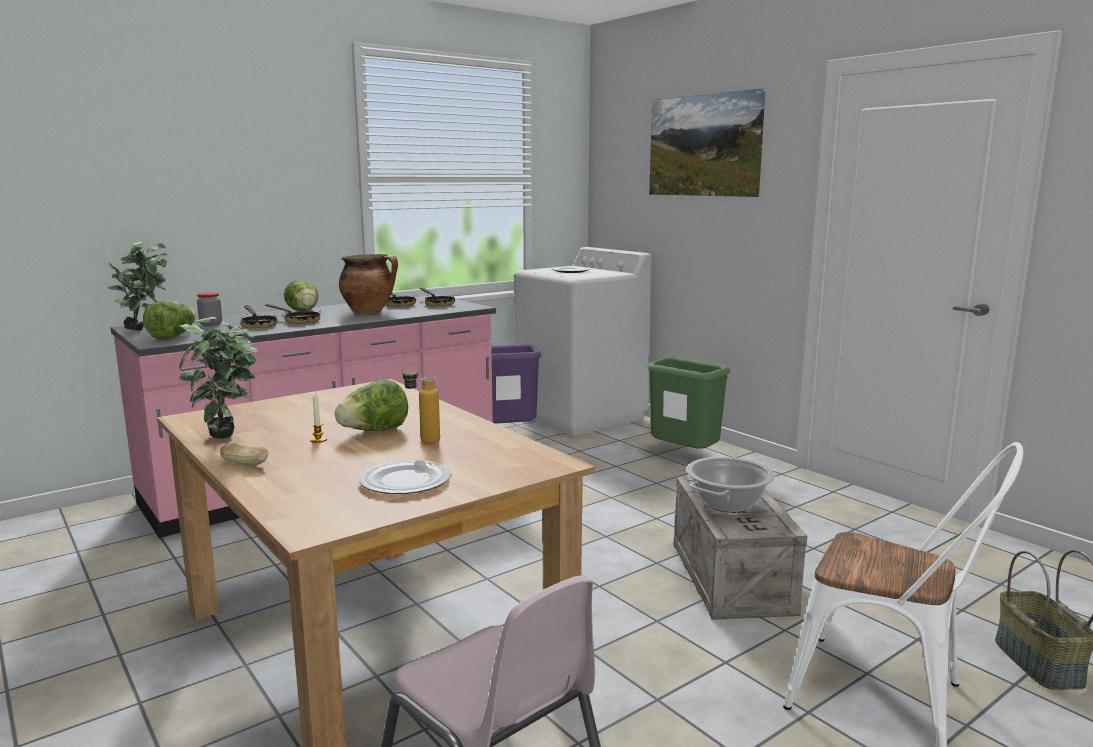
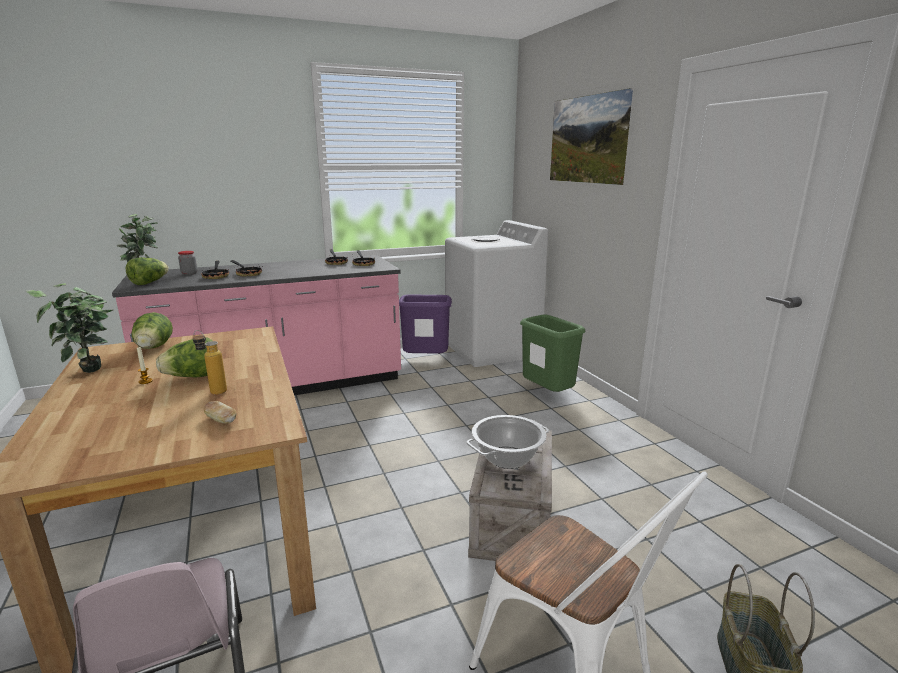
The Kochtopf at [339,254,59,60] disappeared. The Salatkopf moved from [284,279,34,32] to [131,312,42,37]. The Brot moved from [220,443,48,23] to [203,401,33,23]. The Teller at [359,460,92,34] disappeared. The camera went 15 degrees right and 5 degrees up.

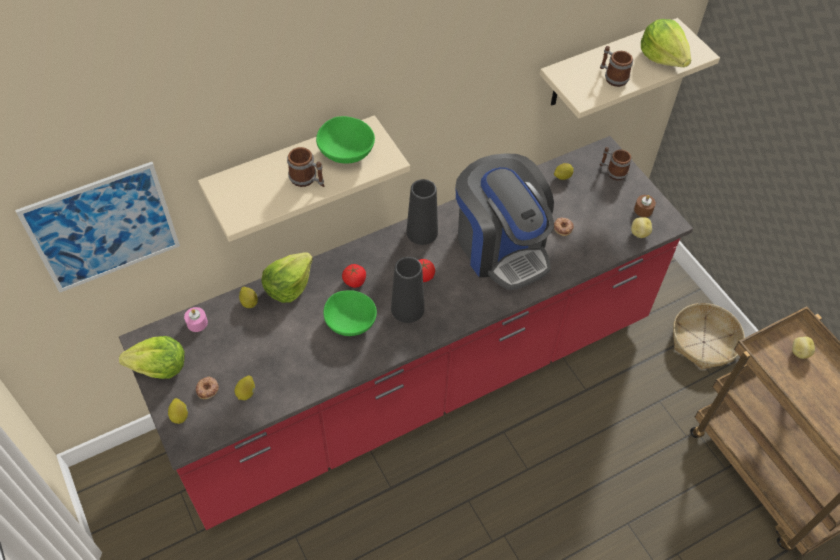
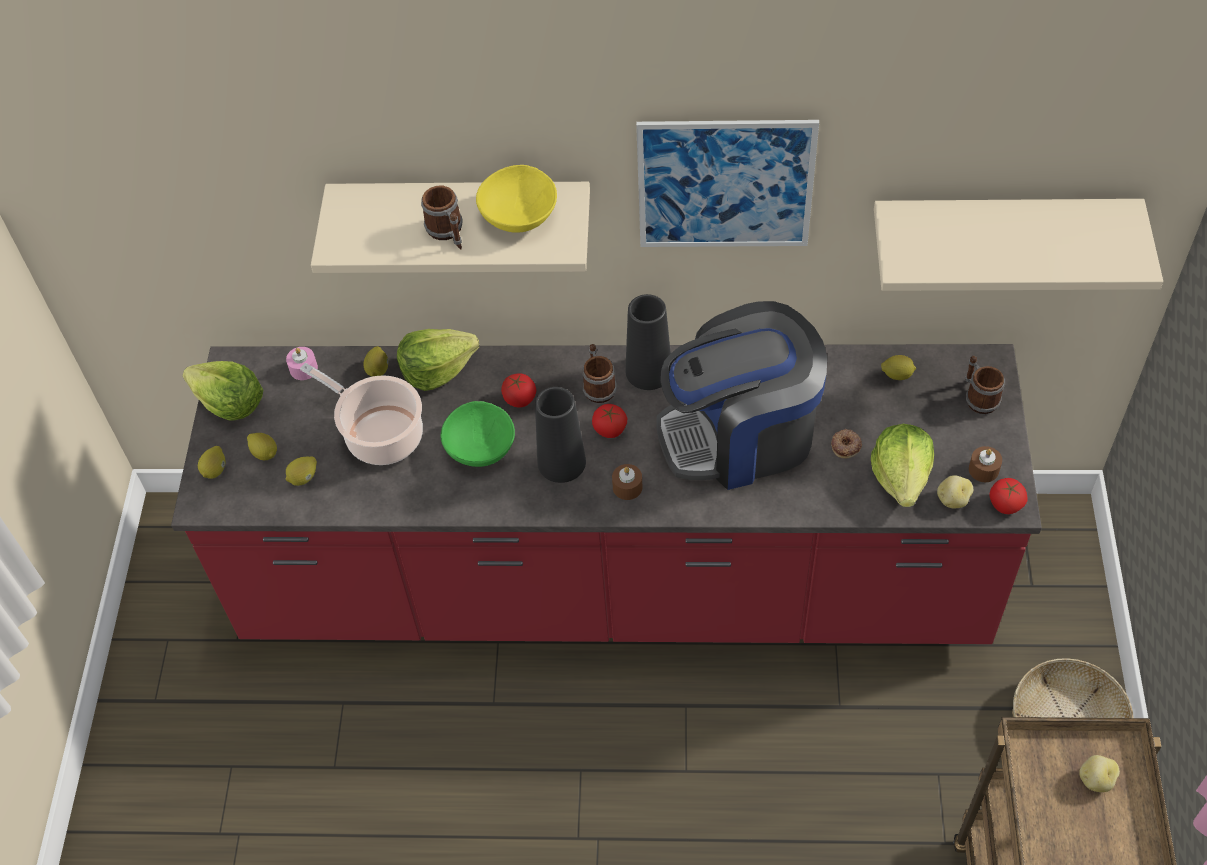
The Salatkopf moved from [641,19,50,48] to [871,424,63,83]. The Henkelbecher moved from [600,46,33,41] to [582,344,35,59]. The Schüssel/grün at [316,116,59,48] became the Schüssel/gelb at [476,165,81,68]. The Kaffeemaschine at [455,153,99,137] turned 75 degrees clockwise. The Bild moved from [15,162,165,131] to [636,120,183,127]. The Donut at [196,376,23,23] was replaced by the Zitrone at [247,433,30,27]. The Kochtopf at [300,363,123,102] appeared. The Kerze/braun at [612,464,31,36] appeared. The Tomate at [990,478,38,36] appeared. The camera went 35 degrees right and 0 degrees up.

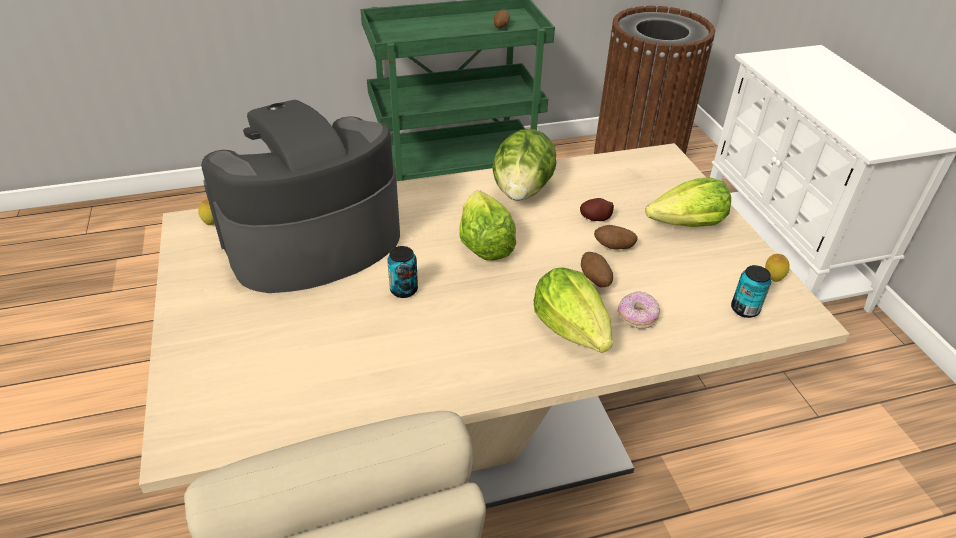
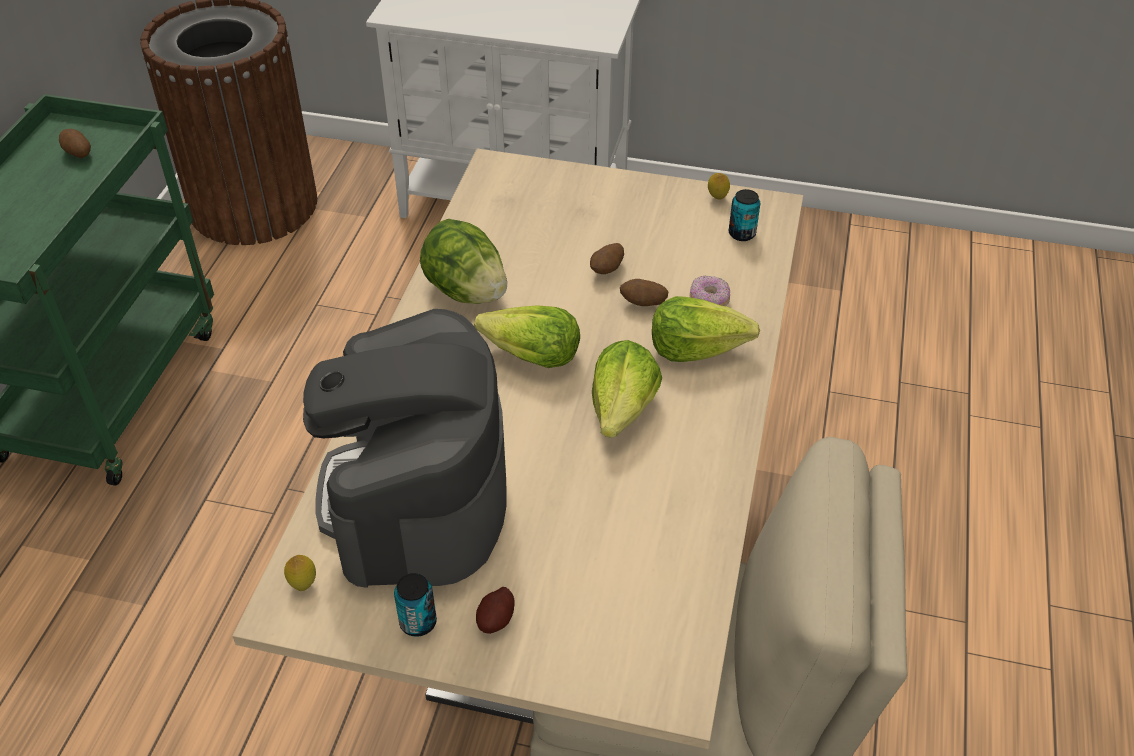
The Salatkopf moved from [645,177,86,50] to [592,340,70,98]. The Kartoffel moved from [580,198,34,23] to [476,587,39,47]. The Dose moved from [387,246,31,52] to [394,573,43,64]. The camera went 60 degrees left and 5 degrees up.

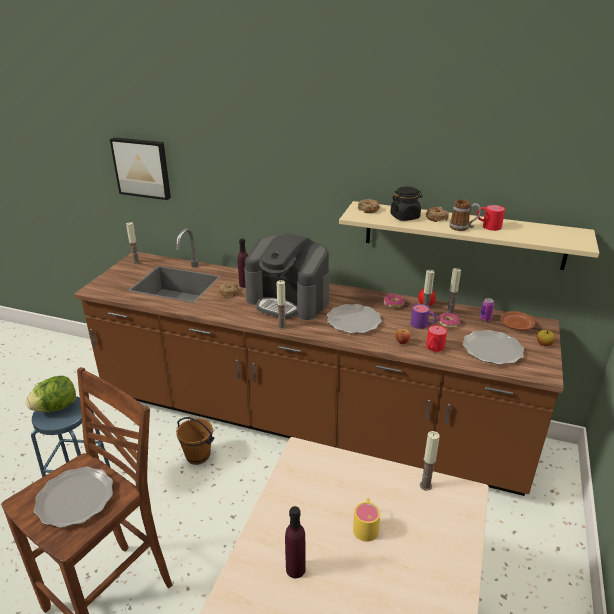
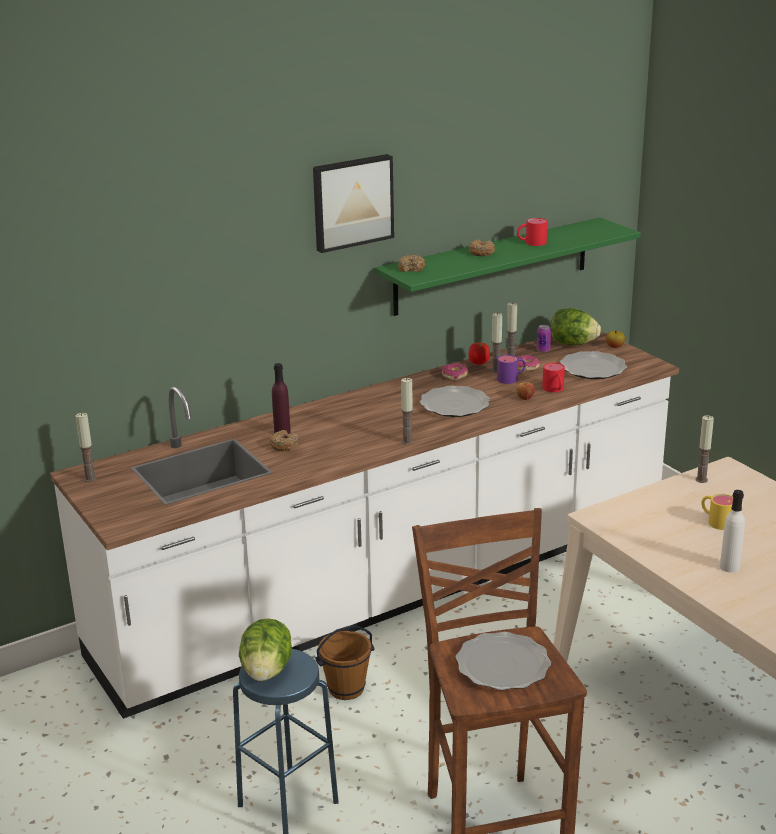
The Bild moved from [110,137,61,63] to [313,154,81,99]. The Vorratsglas/schwarz at [390,187,32,34] disappeared. The Henkelbecher at [450,199,31,32] disappeared. The Wandregal/beige at [339,201,260,69] became the Wandregal/grün at [375,218,266,98]. The Küchenzeile/braun at [74,228,490,268] became the Küchenzeile/weiß at [50,331,629,388]. The Kaffeemaschine at [244,234,86,86] disappeared. The Teller/braun at [501,311,34,19] was replaced by the Salatkopf at [551,308,50,37]. The Flasche/lila at [285,506,21,72] became the Flasche/weiß at [720,490,25,83]. The camera went 50 degrees left and 5 degrees down.

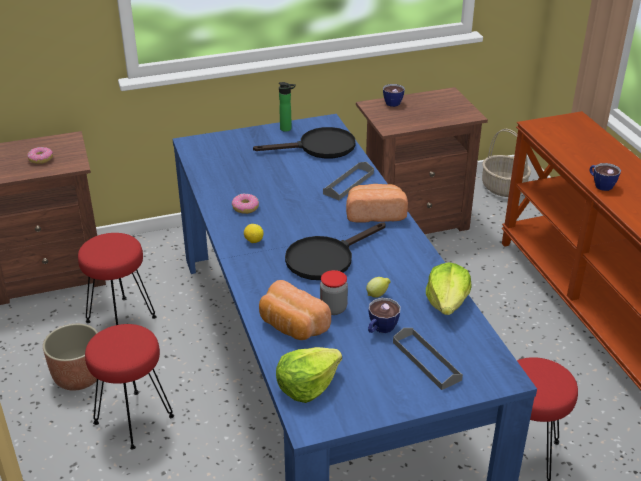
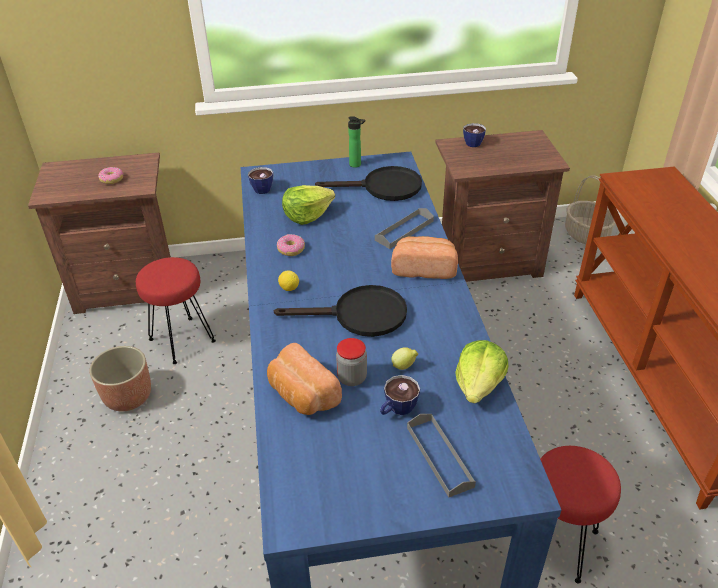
The Tasse moved from [590,163,31,28] to [248,167,25,27]. The Pfanne/schwarz at [285,222,100,58] turned 150 degrees counterclockwise. The Hocker/rot at [85,324,89,125] disappeared. The Salatkopf moved from [276,347,66,56] to [282,185,53,40]. The camera went 10 degrees right and 5 degrees up.

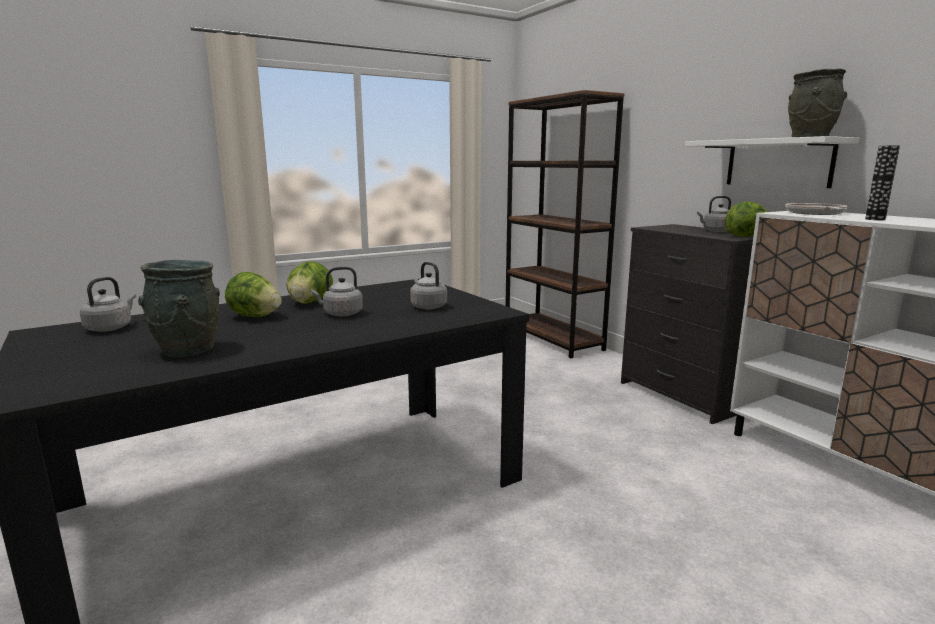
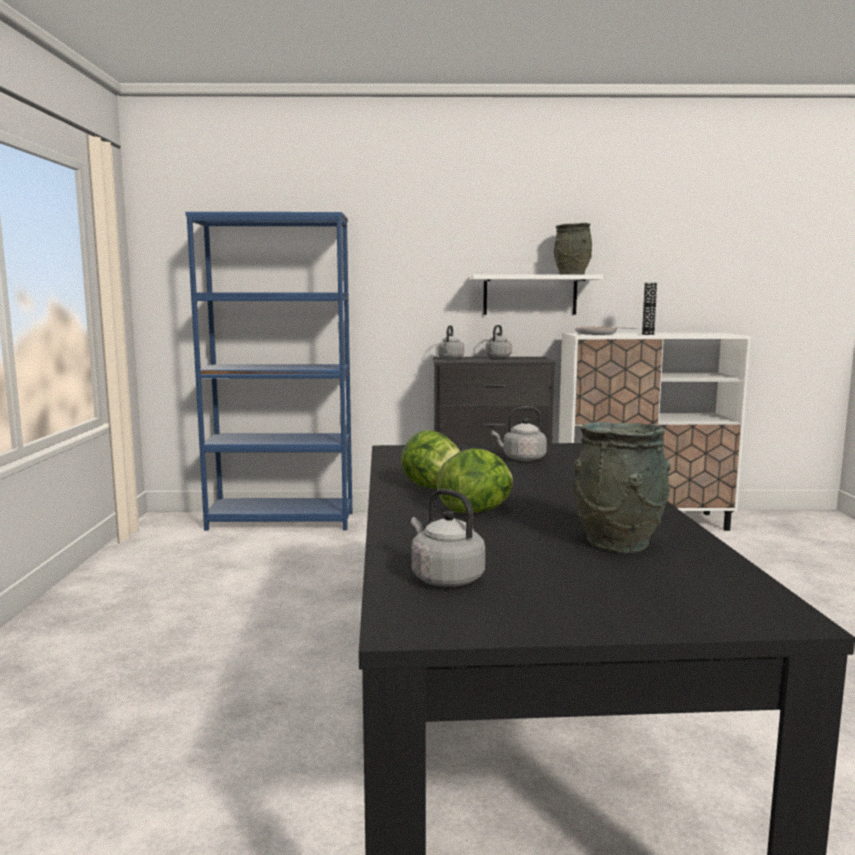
The Bücherregal/braun at [505,90,120,269] became the Bücherregal/blau at [186,212,166,318]. The Salatkopf at [725,201,43,36] disappeared. The Wasserkessel/grau moved from [311,267,52,49] to [438,325,26,34]. The camera went 60 degrees left and 5 degrees down.

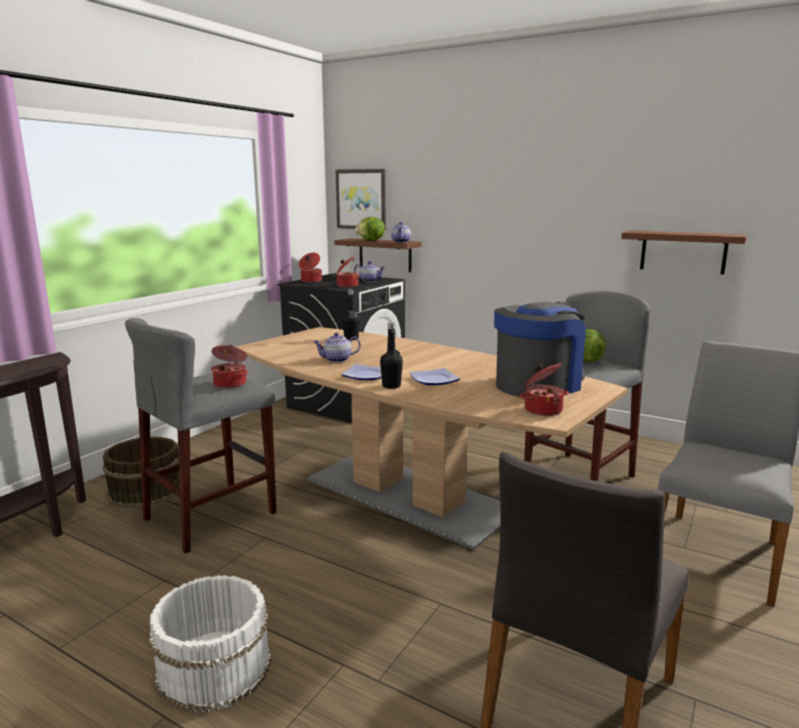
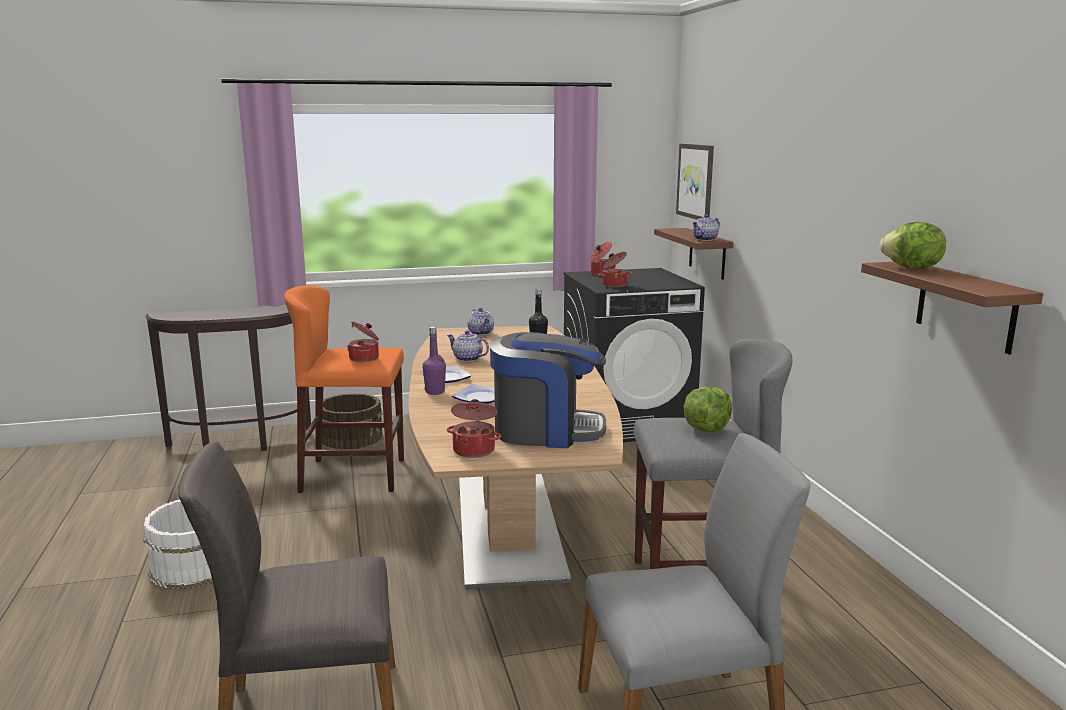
The Salatkopf moved from [355,217,30,24] to [879,222,67,47]. The Teekanne moved from [354,261,31,21] to [467,308,27,28]. The Hocker/grau at [125,318,151,236] became the Hocker/orange at [284,285,120,208]. The Flasche/schwarz at [380,322,23,67] became the Flasche/lila at [422,326,24,69]. The camera went 45 degrees right and 0 degrees up.

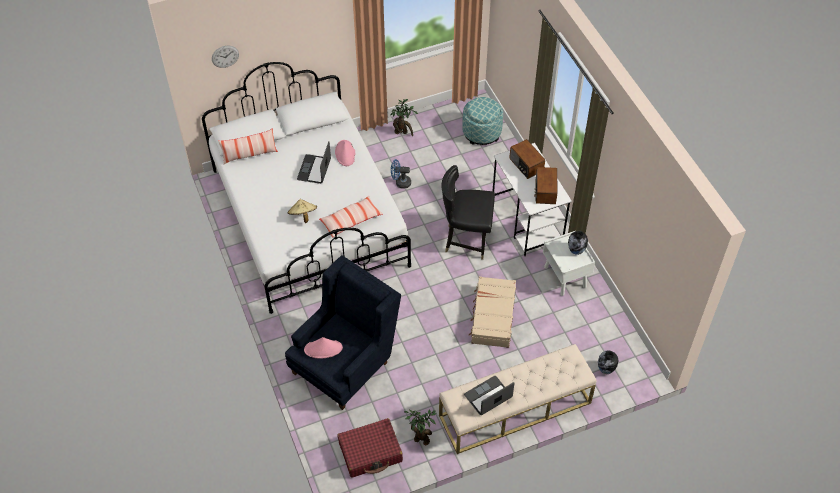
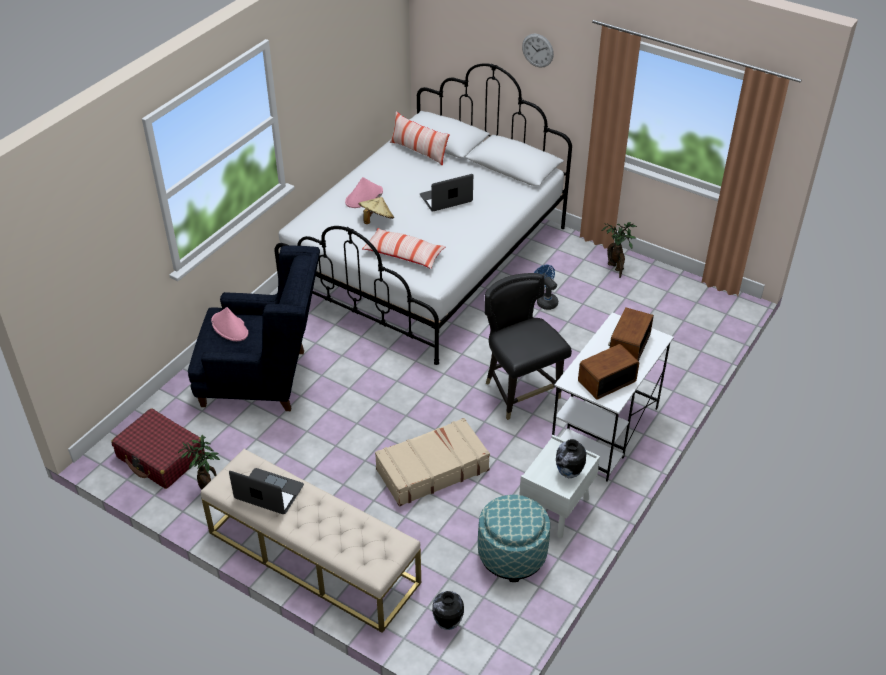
The Wanduhr moved from [212,46,27,22] to [522,34,32,34]. The Polsterhocker moved from [462,97,41,48] to [478,495,72,87]. The Hut/rosa moved from [335,140,21,26] to [345,177,38,31]. The camera went 55 degrees right and 10 degrees down.

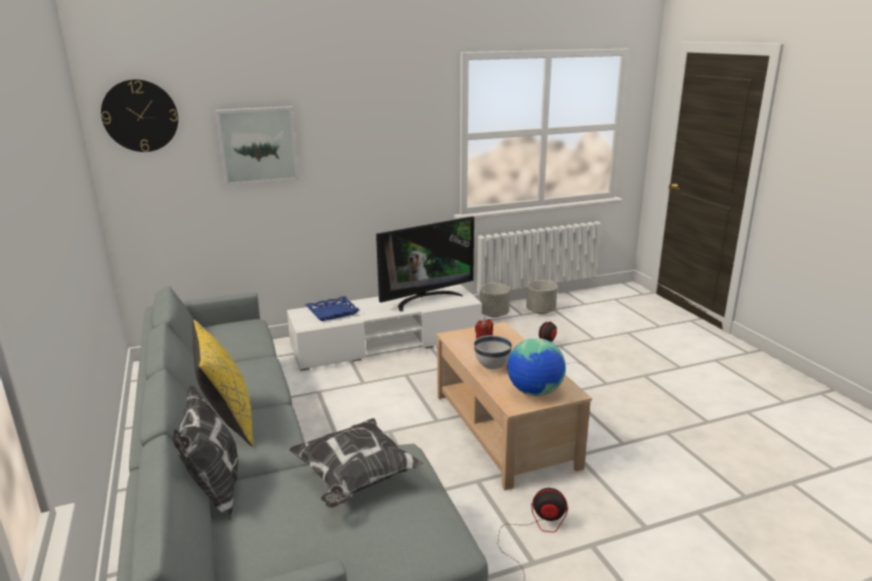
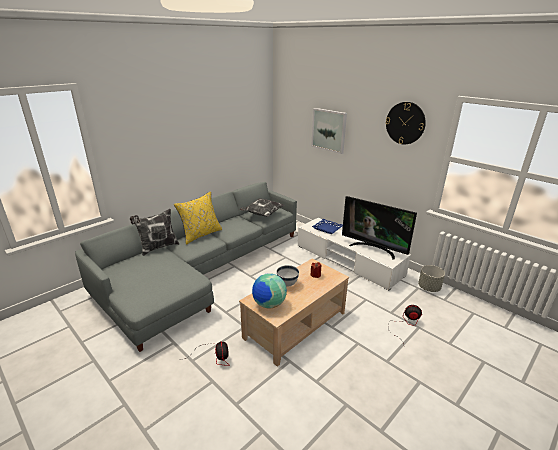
The Wanduhr moved from [101,79,77,73] to [386,102,40,42]. The Pflanzkübel/grau at [526,280,31,34] disappeared. The Kissen moved from [289,418,134,90] to [239,198,45,19]. The camera went 65 degrees right and 5 degrees up.

